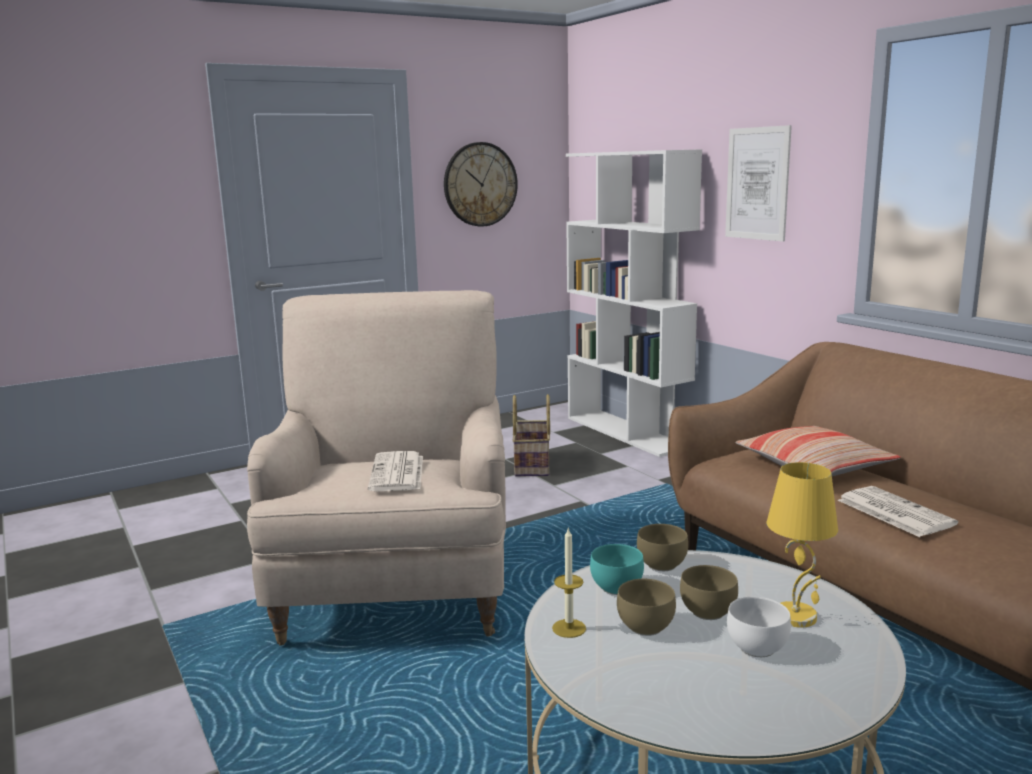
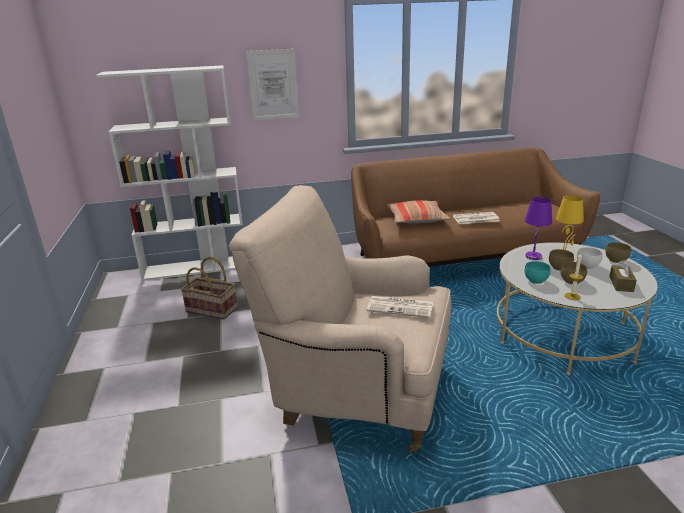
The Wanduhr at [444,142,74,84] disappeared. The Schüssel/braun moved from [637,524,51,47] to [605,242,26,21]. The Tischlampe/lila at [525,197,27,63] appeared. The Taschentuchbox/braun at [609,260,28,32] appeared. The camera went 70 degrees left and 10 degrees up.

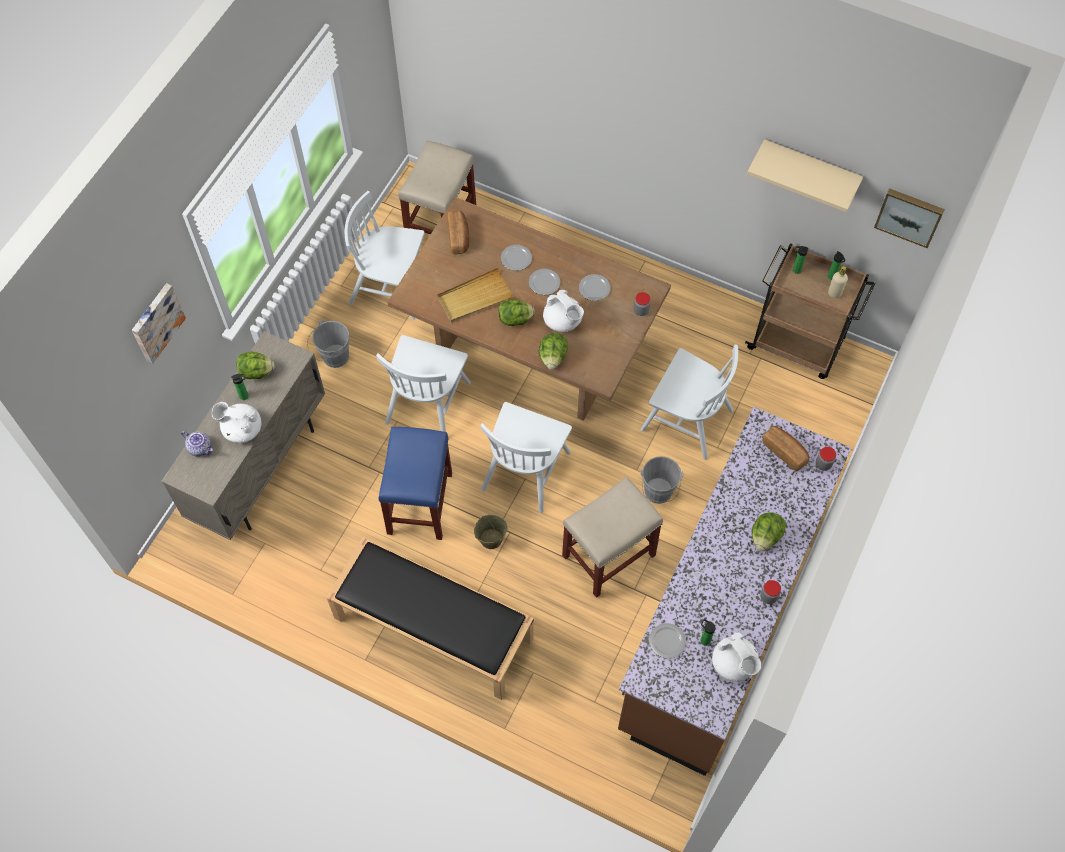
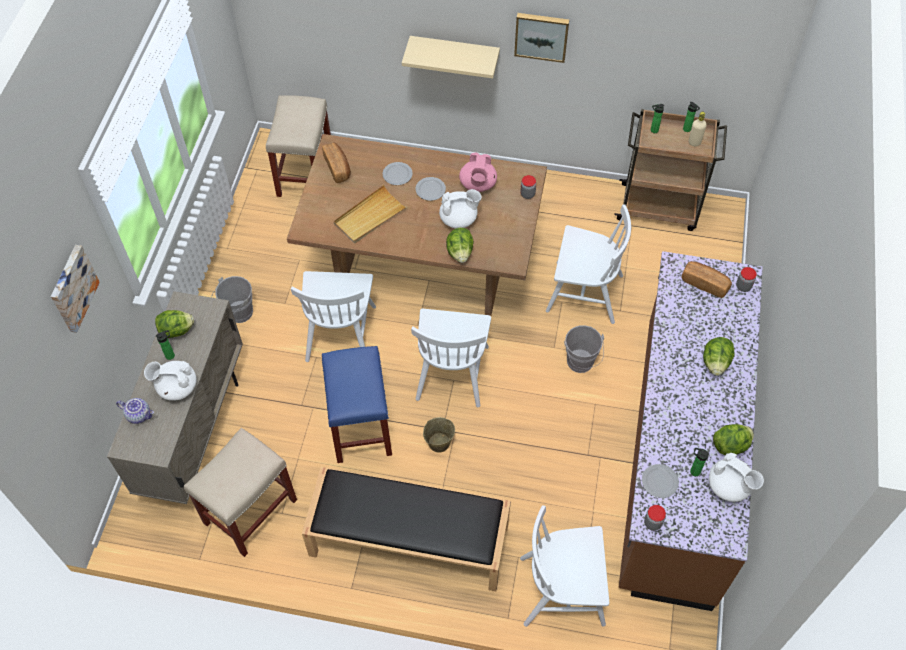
The Wandregal/beige moved from [747,139,116,73] to [402,36,98,43]. The Bild moved from [874,188,71,60] to [514,13,55,50]. The Stuhl/weiß moved from [345,191,80,129] to [520,505,89,122]. The Teller at [579,274,31,27] was replaced by the Teekanne/rosa at [459,152,38,40]. The Teekanne/weiß at [543,290,41,42] turned 45 degrees counterclockwise. The Salatkopf moved from [498,299,37,27] to [713,424,41,31]. The Hocker/beige moved from [562,477,101,121] to [184,428,113,129]. The Vorratsglas moved from [760,580,21,24] to [644,505,22,26]. The camera went 15 degrees left and 5 degrees down.

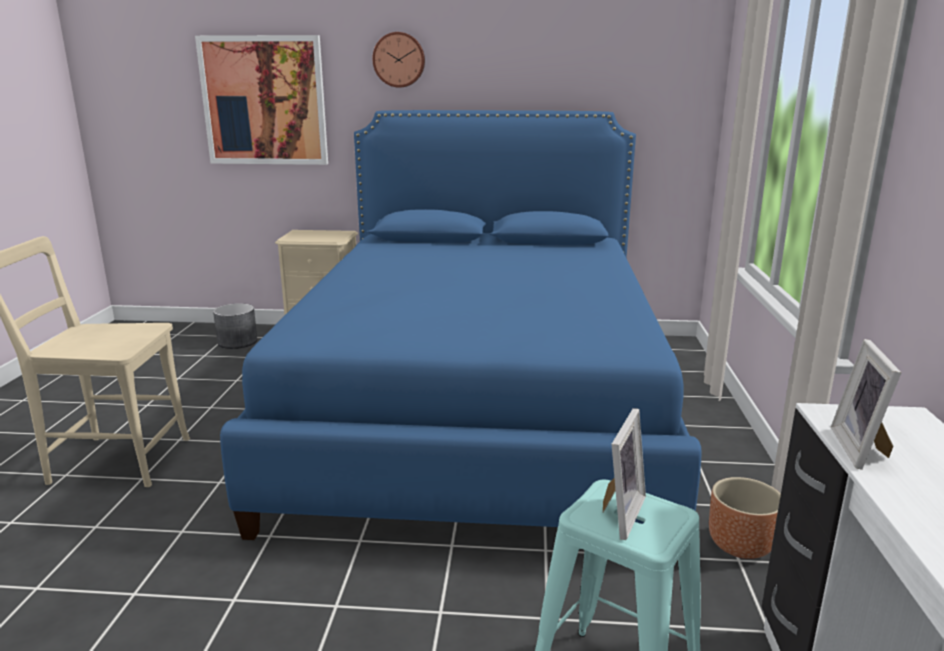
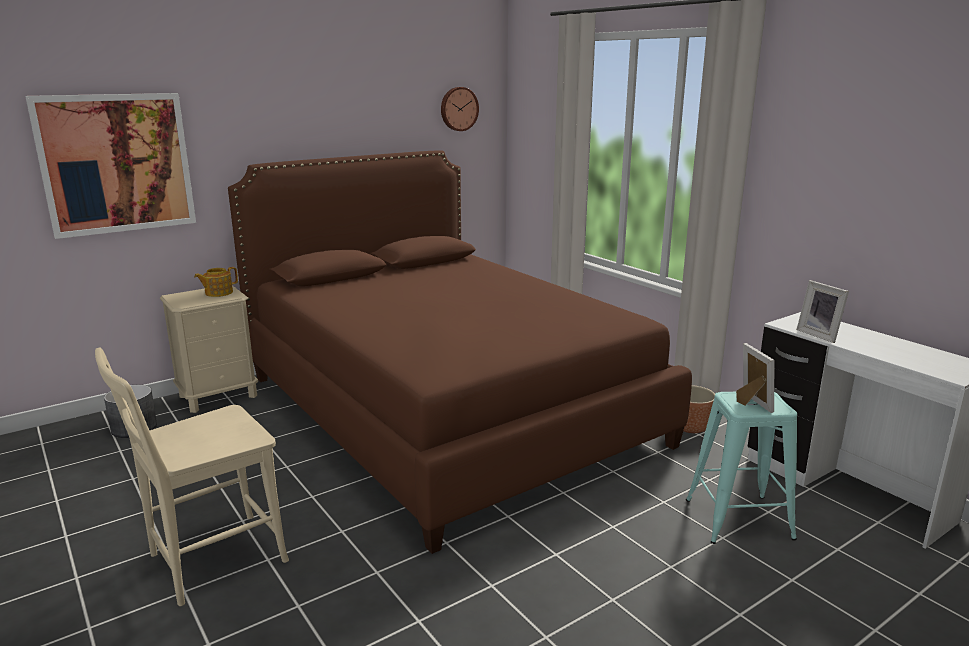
The Wanduhr moved from [372,32,53,56] to [441,87,38,44]. The Bett/blau at [220,110,482,452] became the Bett/braun at [228,150,464,404]. The Teekanne at [194,267,44,30] appeared. The camera went 40 degrees left and 0 degrees up.

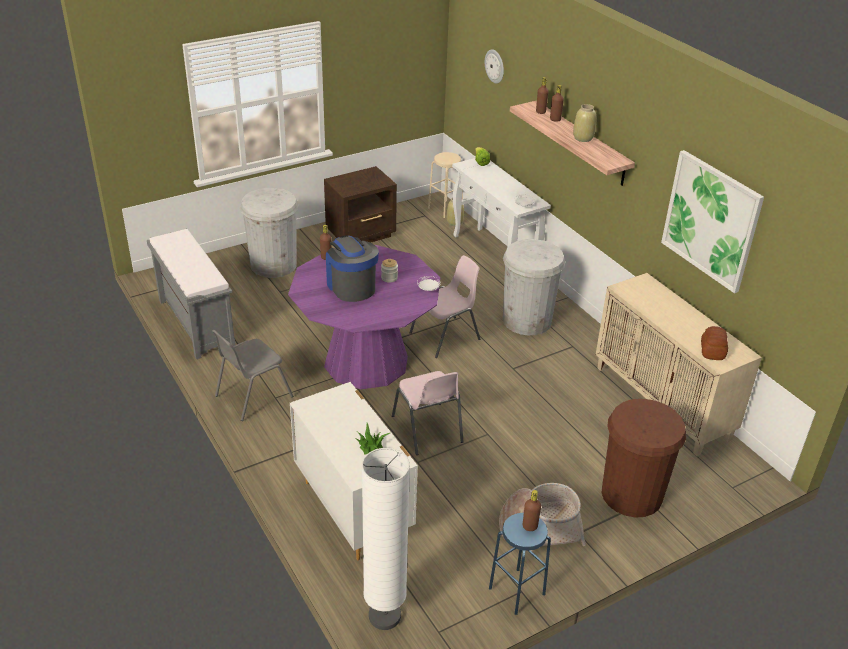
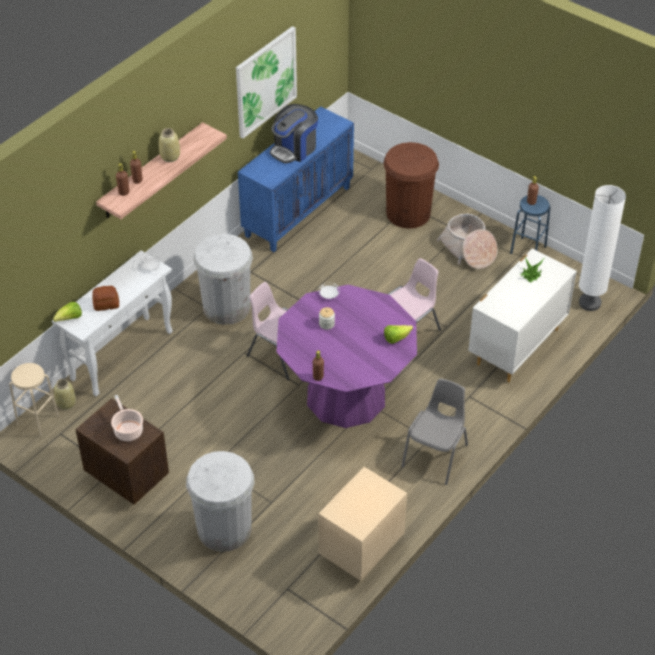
The Wanduhr at [485,49,19,35] disappeared. The Bank/grau at [147,229,89,130] was replaced by the Nachttisch/beige at [319,467,88,114]. The Kaffeemaschine moved from [326,235,53,67] to [270,104,48,60]. The Schrank/beige at [596,273,166,183] became the Schrank/blau at [238,106,116,146]. The Brot moved from [701,326,27,34] to [92,286,27,25]. The Stuhl/grau at [212,330,81,91] turned 90 degrees counterclockwise. The Salatkopf at [384,325,29,19] appeared. The Kochtopf at [111,395,32,46] appeared. The camera went 110 degrees left and 10 degrees up.

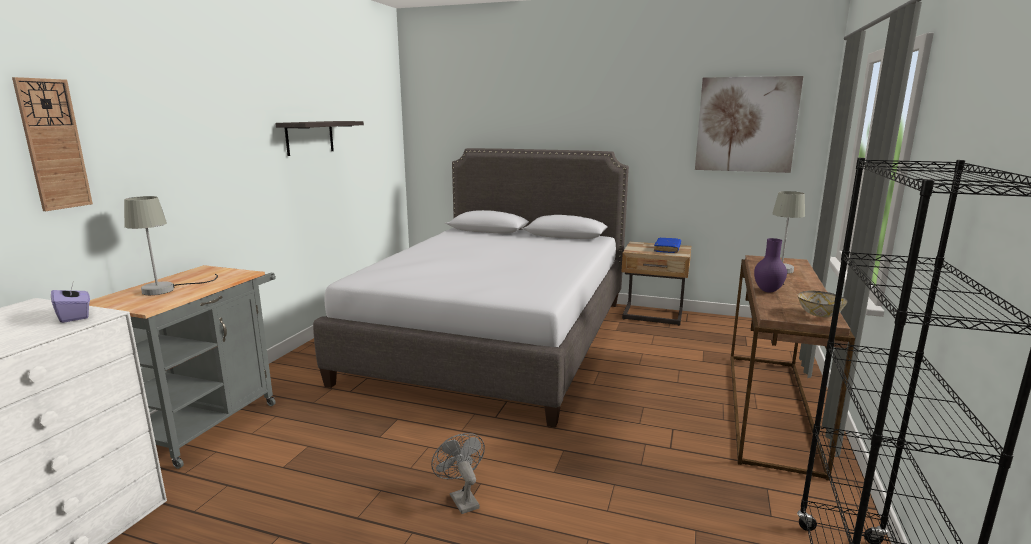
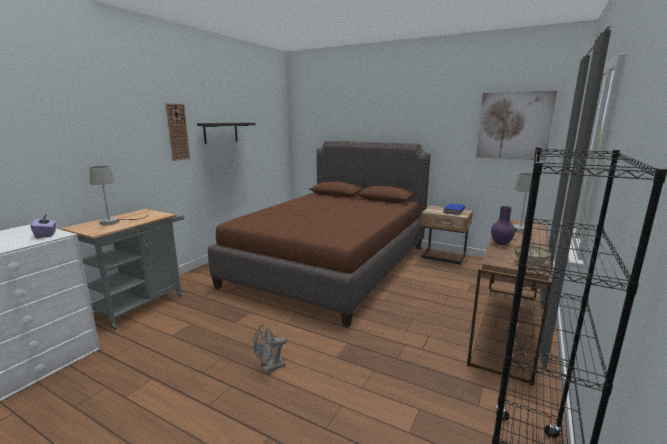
The Wanduhr moved from [12,77,81,134] to [166,103,24,58]. The Bett/grau at [313,148,316,280] became the Bett/braun at [208,141,222,186]. The Ventilator/grau at [431,433,54,81] turned 105 degrees counterclockwise. The camera went 10 degrees right and 0 degrees up.

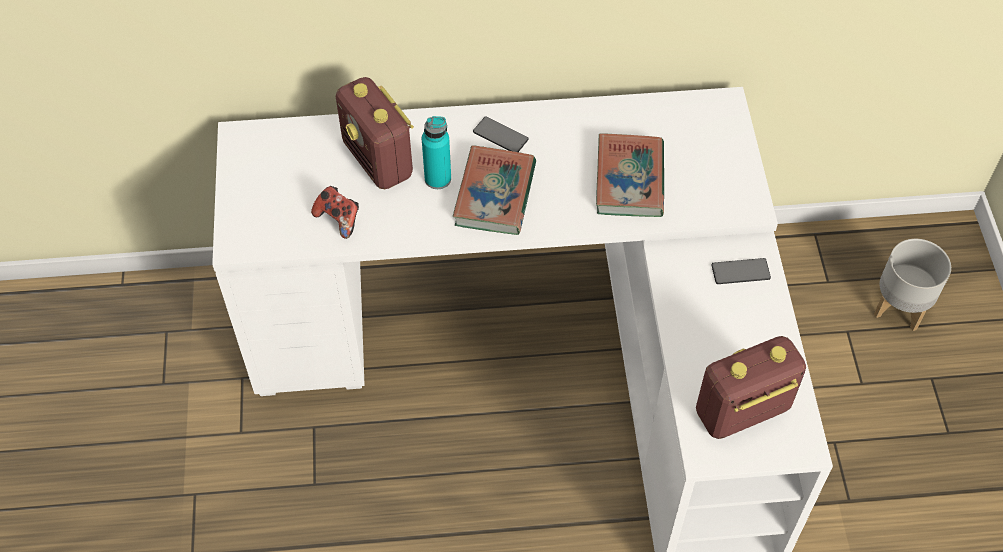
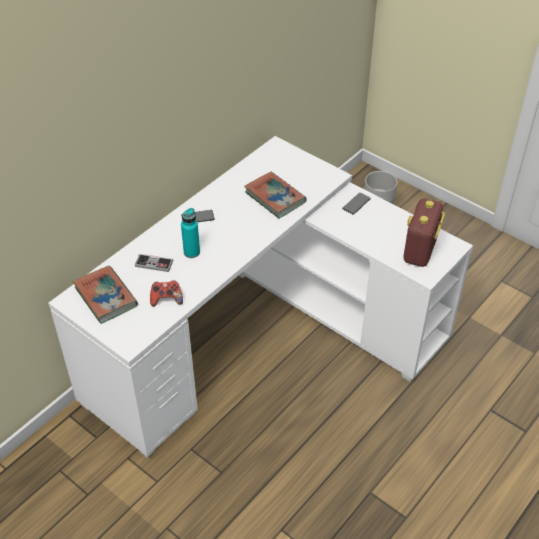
The Radio at [336,77,78,112] was replaced by the Gamepad at [135,254,38,18]. The Buch moved from [453,145,83,90] to [73,266,65,58]. The camera went 45 degrees left and 10 degrees down.

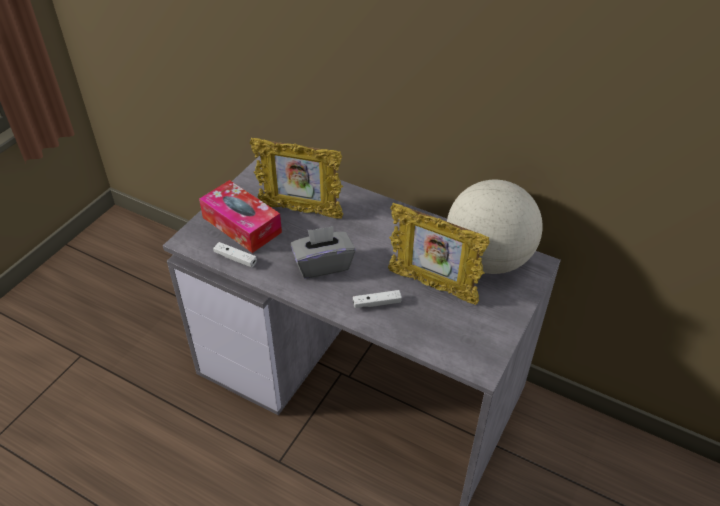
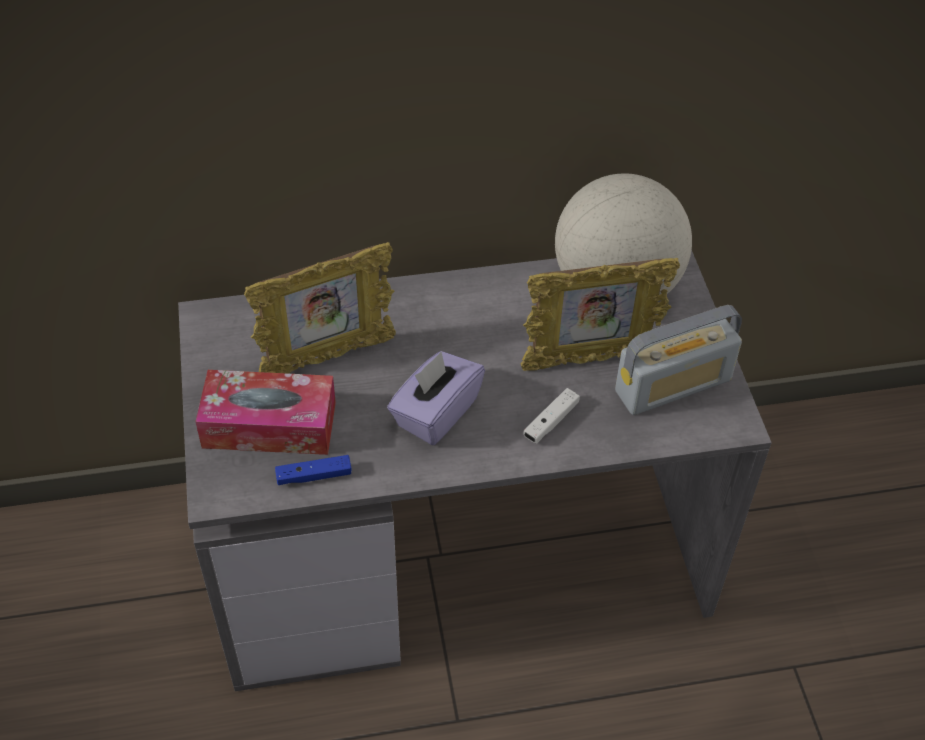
The Taschentuchbox/grau at [291,226,64,53] became the Taschentuchbox/lila at [387,351,98,94]. The Gamepad/weiß at [213,242,44,26] became the Gamepad/blau at [275,455,76,30]. The Radio at [615,305,127,110] appeared. The camera went 40 degrees left and 5 degrees up.

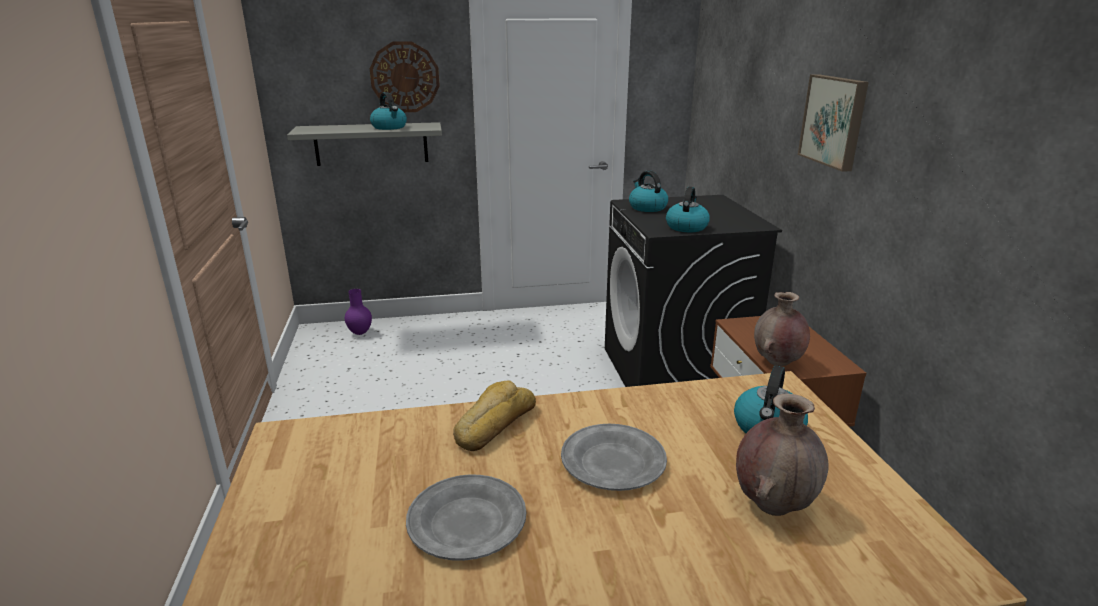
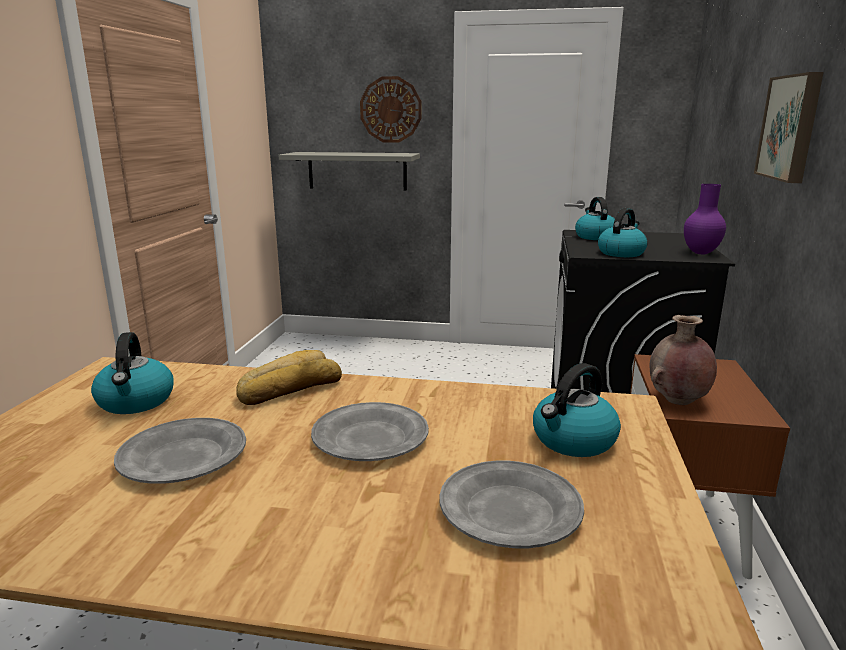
The Wasserkessel moved from [370,92,37,38] to [91,332,83,82]. The Vase/lila moved from [345,289,27,46] to [684,184,42,70]. The Vase/braun at [736,394,93,122] was replaced by the Teller/grau at [439,461,145,87]. The camera went 20 degrees right and 5 degrees down.

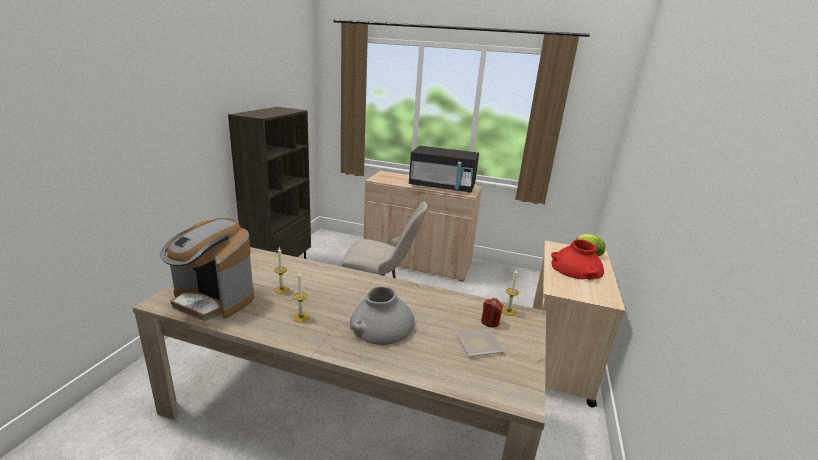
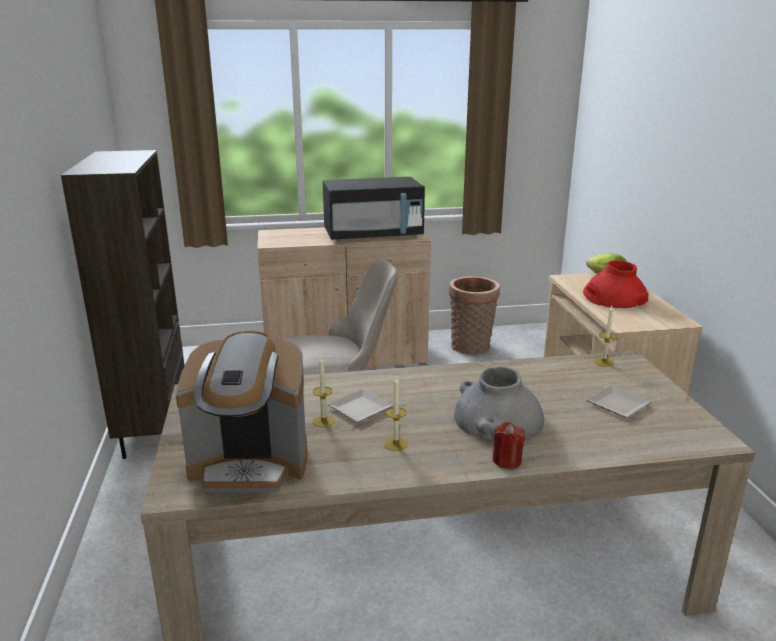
The Kerze/rot moved from [481,298,22,30] to [493,422,32,47]. The Korb at [449,276,51,78] appeared. The Teller at [328,389,65,34] appeared. The camera went 25 degrees left and 0 degrees up.

